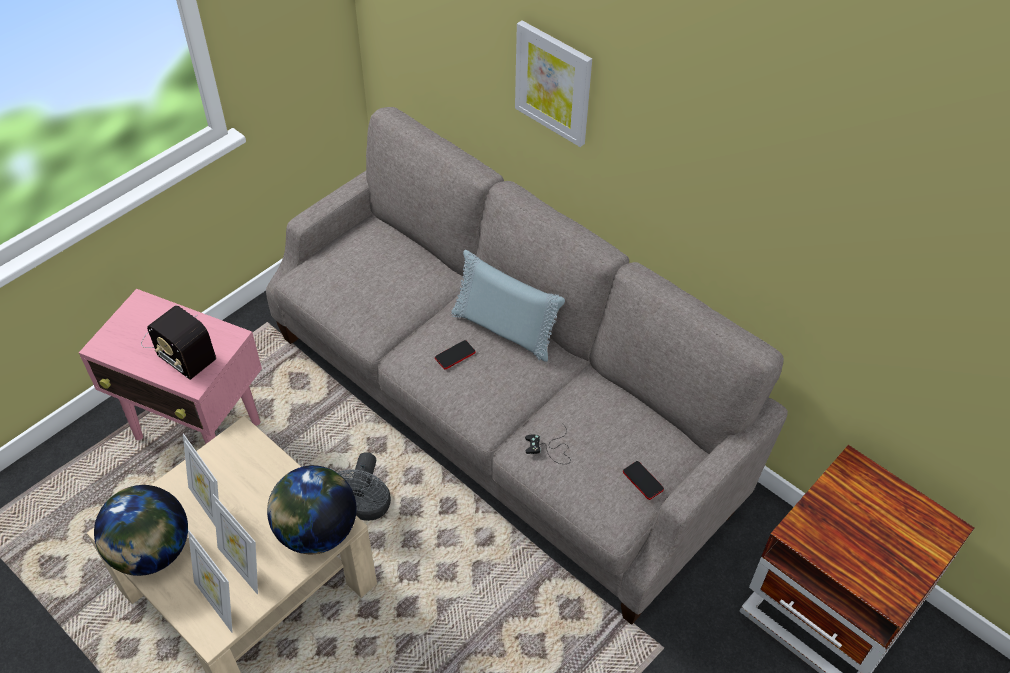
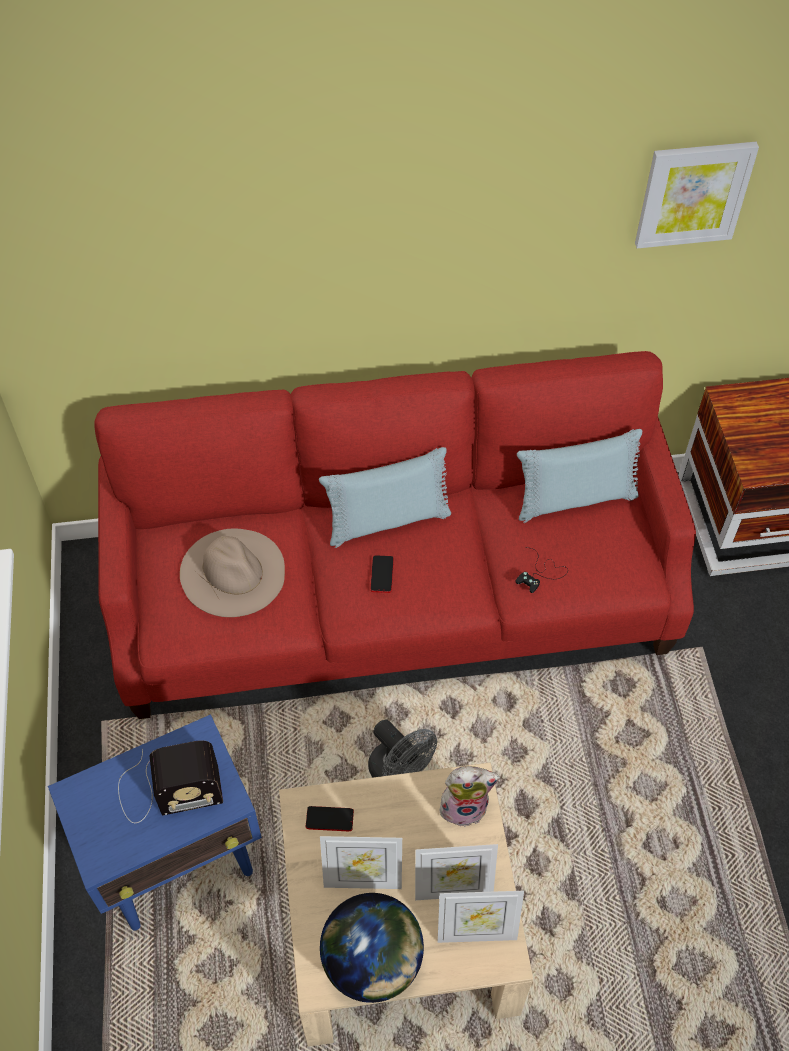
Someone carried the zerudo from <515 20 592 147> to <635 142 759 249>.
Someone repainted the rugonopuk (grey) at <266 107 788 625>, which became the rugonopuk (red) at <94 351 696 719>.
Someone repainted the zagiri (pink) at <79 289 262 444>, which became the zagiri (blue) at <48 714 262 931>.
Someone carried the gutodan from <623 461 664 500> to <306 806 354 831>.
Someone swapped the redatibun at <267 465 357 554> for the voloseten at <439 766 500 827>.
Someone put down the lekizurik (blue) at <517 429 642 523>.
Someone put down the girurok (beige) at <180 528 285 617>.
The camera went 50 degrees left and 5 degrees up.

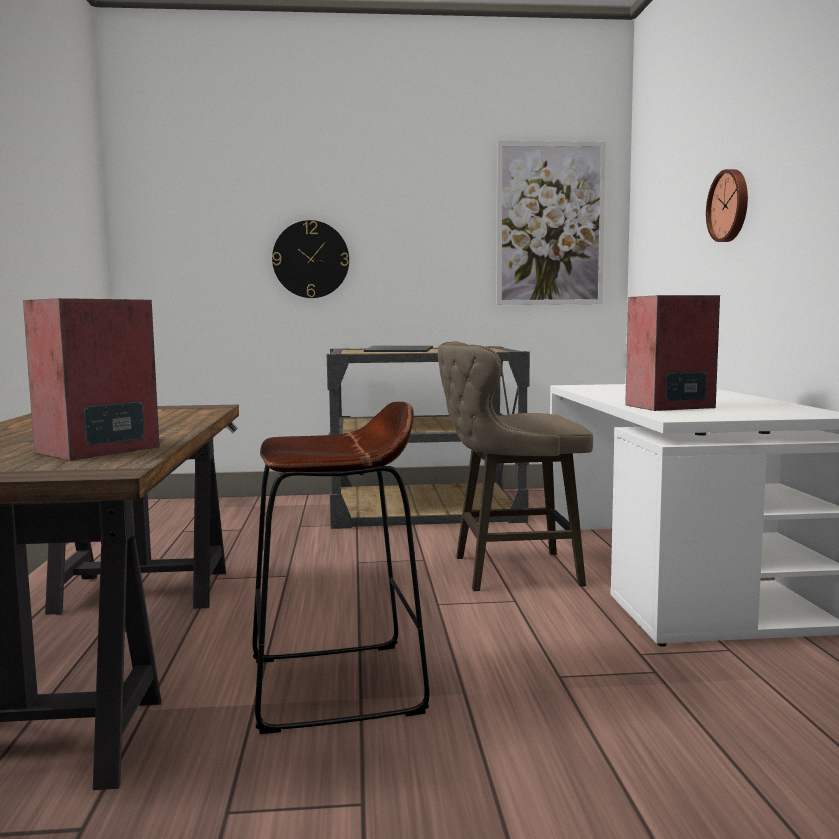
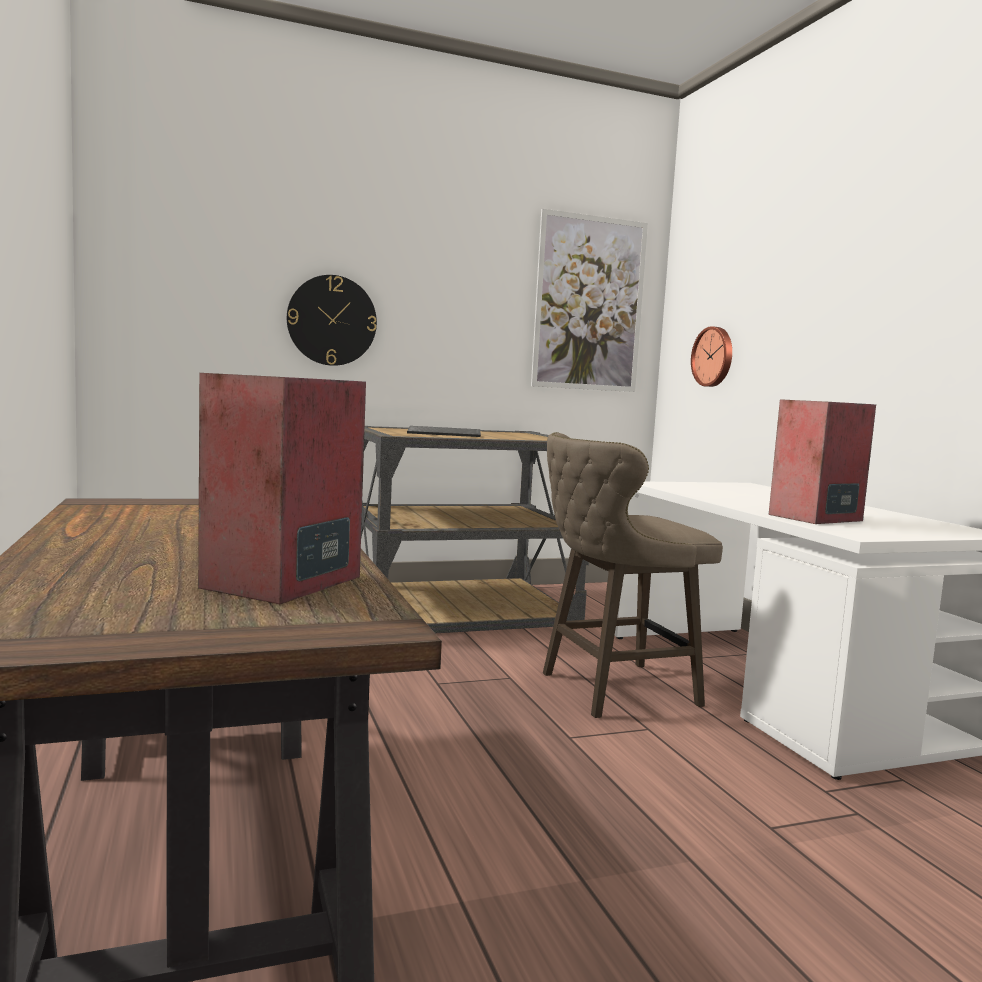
Someone carried the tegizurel from <706 169 748 242> to <691 326 732 387>.
Someone took away the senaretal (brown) at <252 402 430 734>.
The camera went 15 degrees left and 0 degrees up.

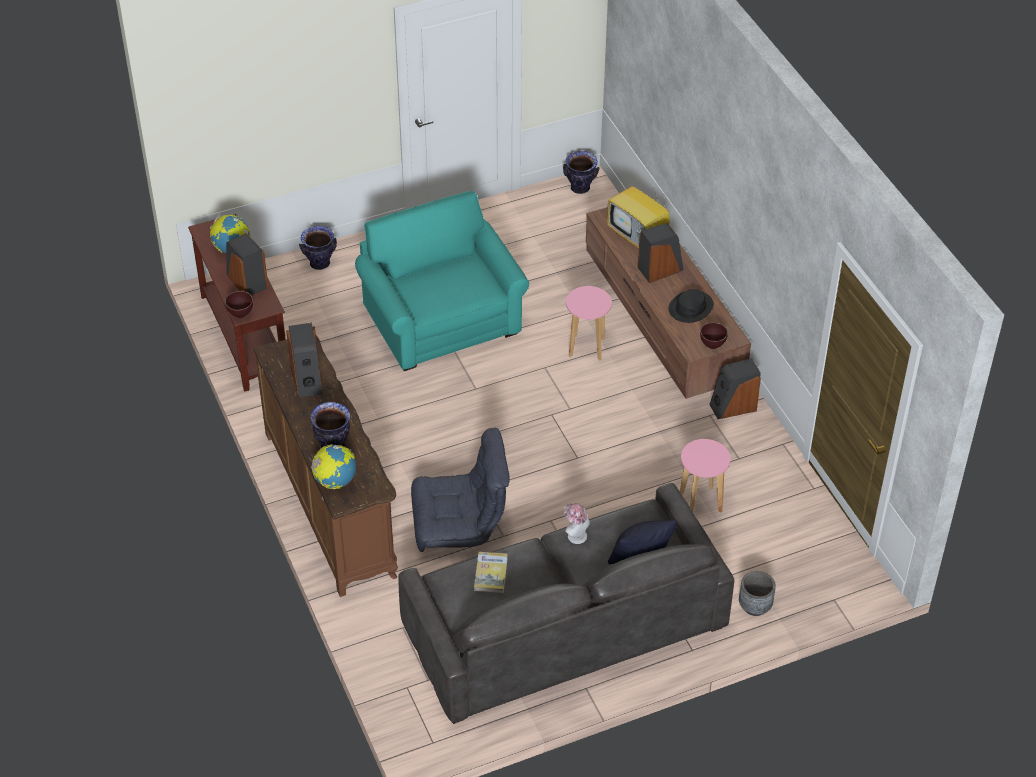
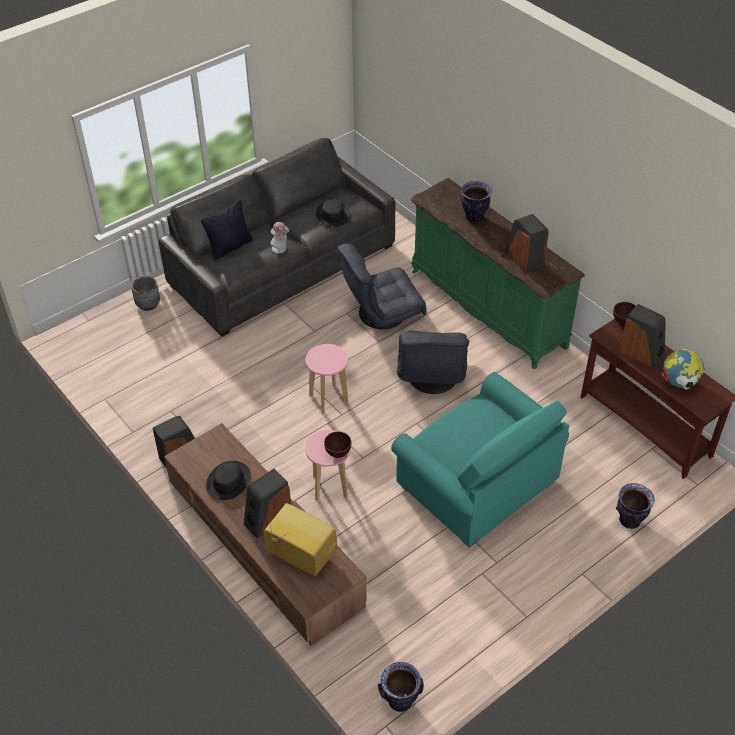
Someone carried the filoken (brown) from <700 322 728 349> to <324 431 351 458>.
Someone repainted the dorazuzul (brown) at <253 335 398 597>, which became the dorazuzul (green) at <411 178 585 369>.
Someone carried the senaretal (pink) from <680 439 731 513> to <305 344 348 414>.
Someone took away the redatibun at <311 445 356 489>.
Someone swapped the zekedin at <474 552 508 593> for the girurok (black) at <316 199 350 227>.
Someone put down the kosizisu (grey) at <397 331 469 394>.
The camera went 165 degrees right and 0 degrees up.

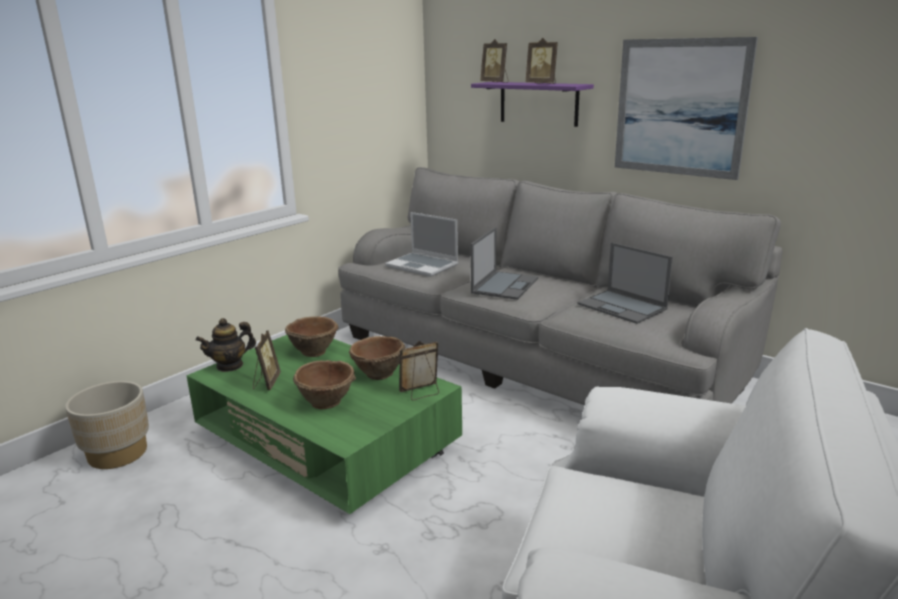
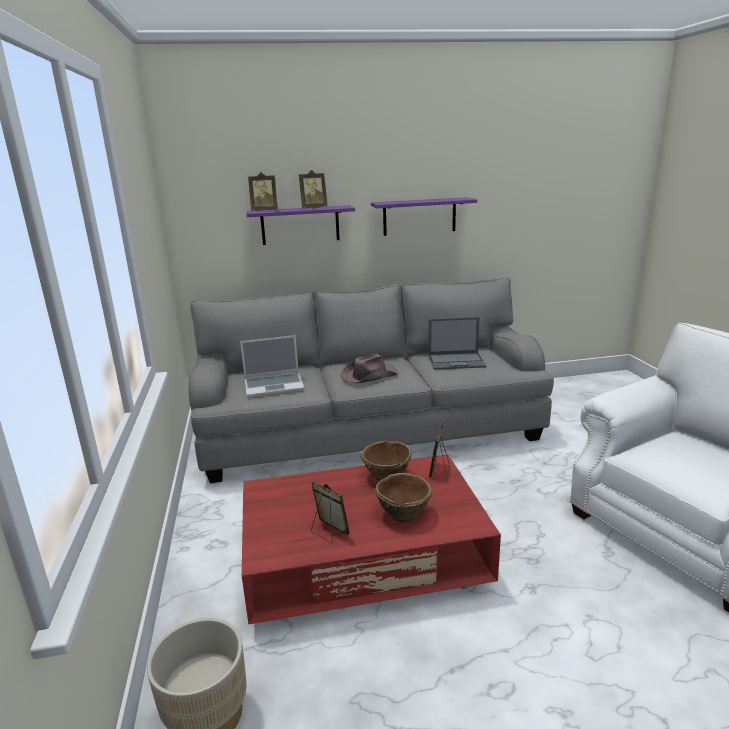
Someone swapped the zerudo at <615 37 758 180> for the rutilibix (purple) at <371 197 477 236>.
Someone swapped the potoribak at <471 227 538 300> for the girurok (brown) at <341 354 399 383>.
Someone took away the filoken (brown) at <285 316 339 357>.
Someone took away the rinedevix at <196 318 256 372>.
Someone repainted the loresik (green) at <186 335 462 514>, which became the loresik (red) at <242 454 501 624>.
The camera went 50 degrees left and 0 degrees up.

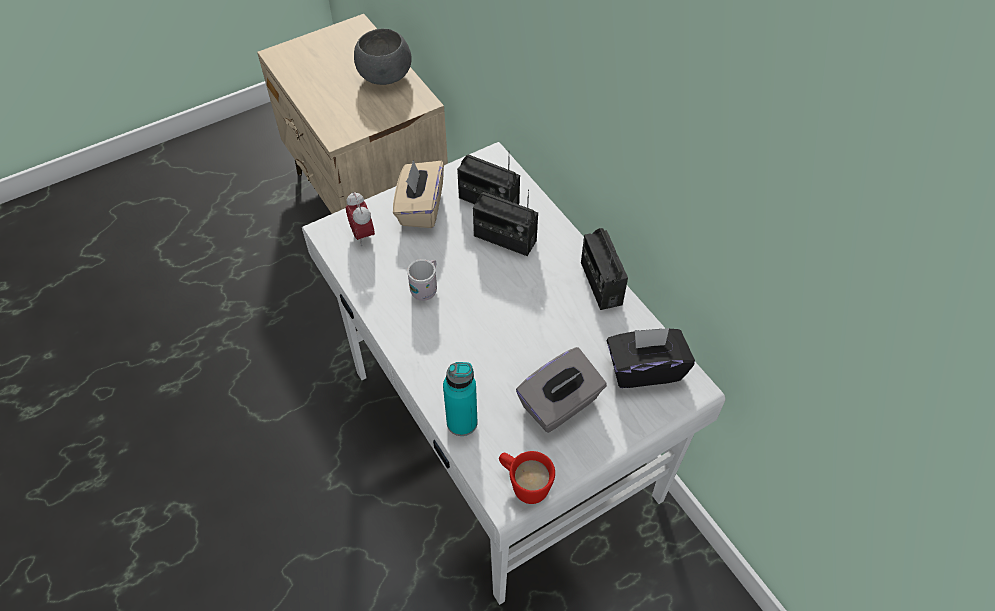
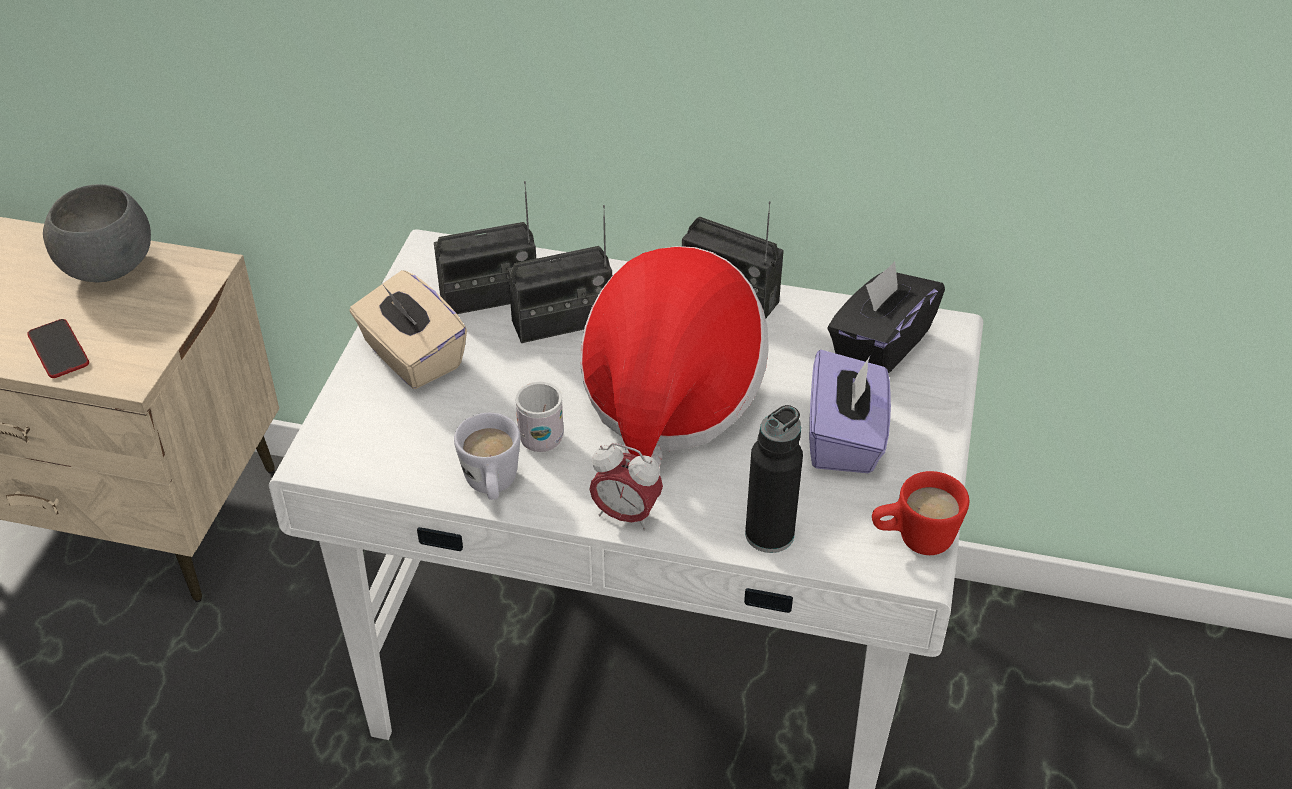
Someone carried the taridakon from <346 192 375 246> to <589 443 663 530>.
Someone repainted the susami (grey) at <516 347 607 433>, which became the susami (purple) at <809 350 891 473>.
Someone repainted the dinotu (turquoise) at <443 362 478 436>, which became the dinotu (black) at <745 405 803 553>.
Someone put down the girurok at <580 246 769 466>.
Someone put down the gutodan at <27 319 89 378>.
Someone put down the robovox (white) at <454 413 520 500>.
The camera went 45 degrees left and 10 degrees down.

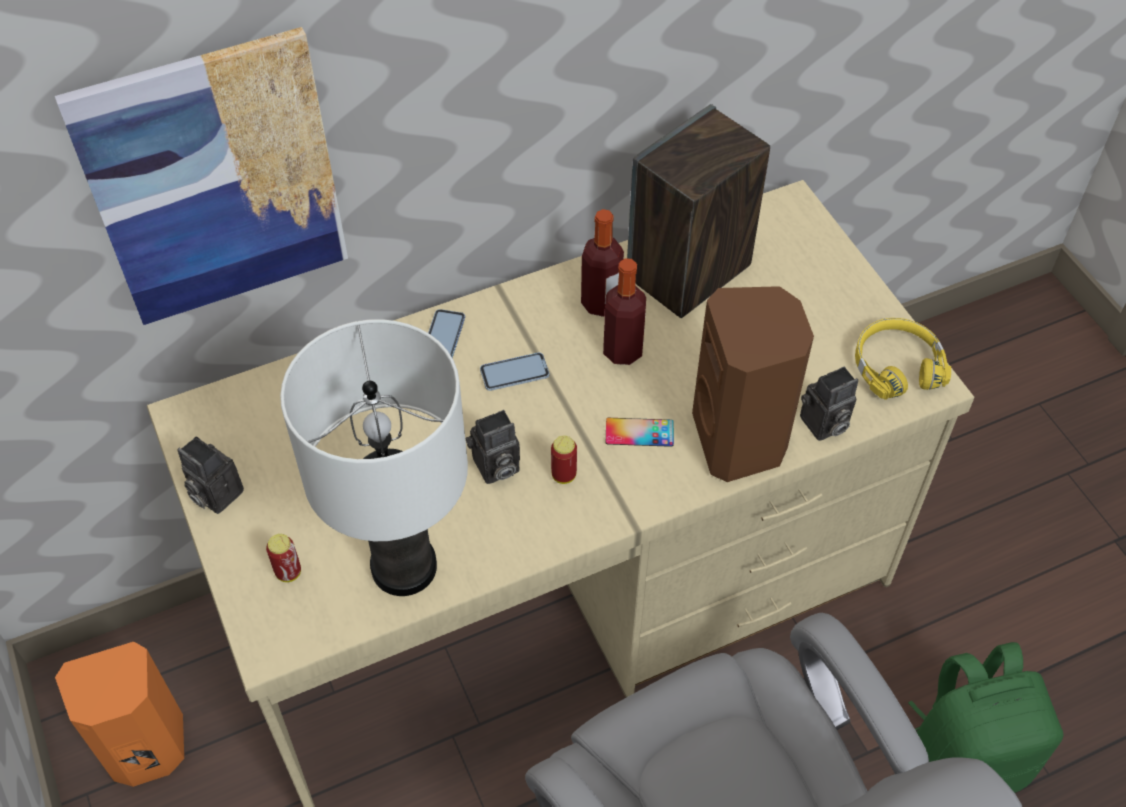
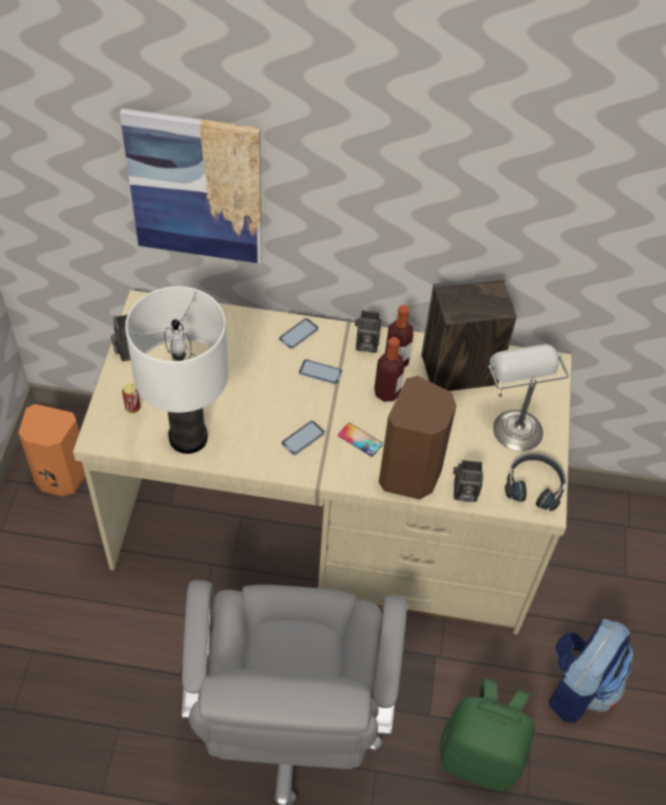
Someone repainted the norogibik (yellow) at <855 318 951 400>, which became the norogibik (black) at <505 453 566 511>.
Someone carried the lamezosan from <465 410 520 484> to <355 310 381 353>.
Someone swapped the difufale at <551 436 577 484> for the gutodan at <281 421 325 455>.
Someone put down the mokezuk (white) at <488 344 569 451>.
Someone put down the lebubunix at <549 618 634 723>.
The camera went 30 degrees right and 0 degrees up.

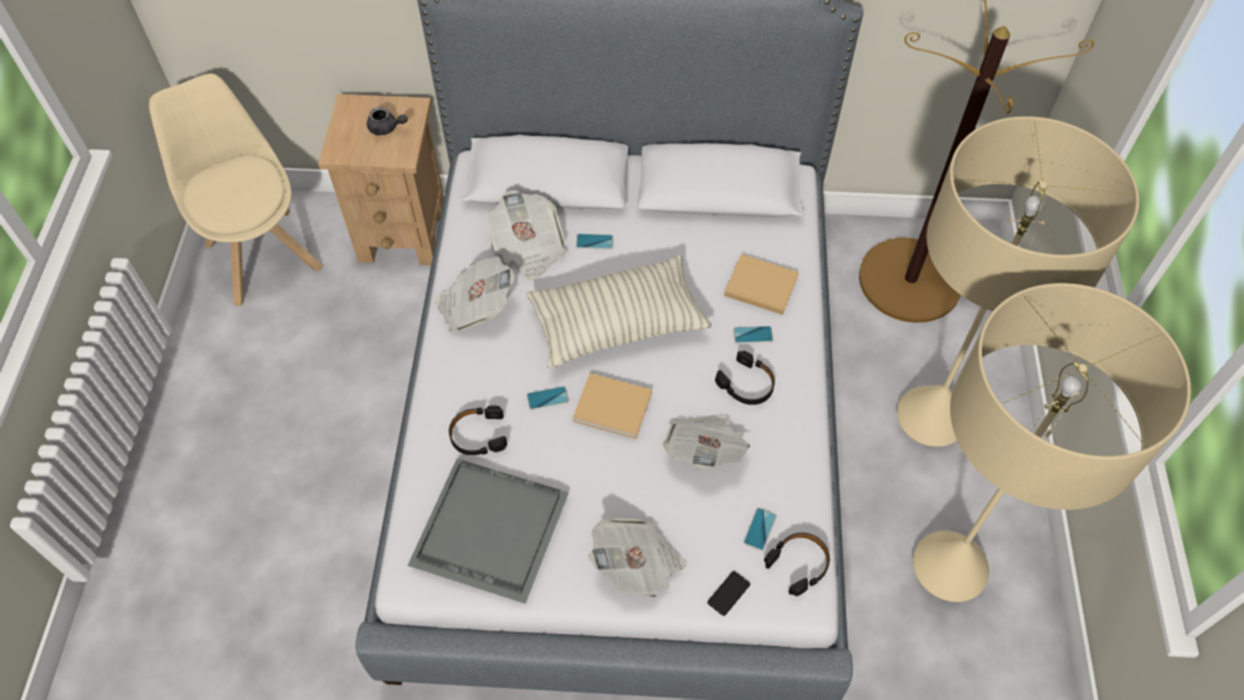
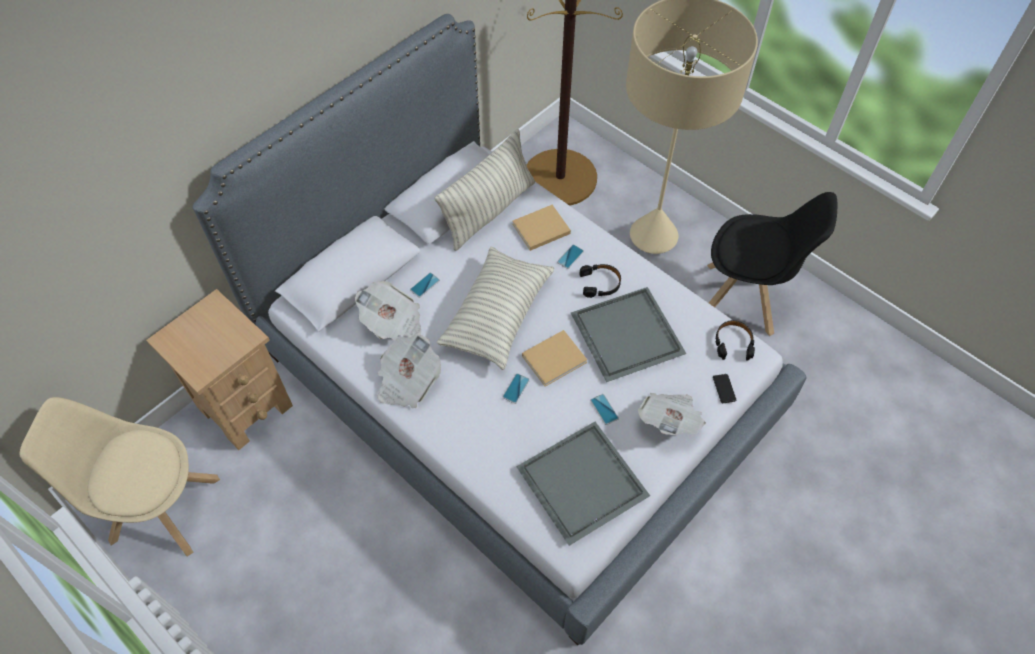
Someone took away the rinedevix (grey) at <367 107 407 136>.
Someone swapped the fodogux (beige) at <913 283 1191 602> for the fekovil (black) at <707 192 837 336>.
Someone took away the norogibik (black) at <449 405 507 455>.
Someone swapped the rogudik at <663 413 750 469> for the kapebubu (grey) at <571 287 687 382>.
Someone carried the gutodan from <743 508 777 551> to <590 394 619 425>.
Someone put down the lekizurik at <434 129 535 251>.
The camera went 50 degrees left and 0 degrees up.

